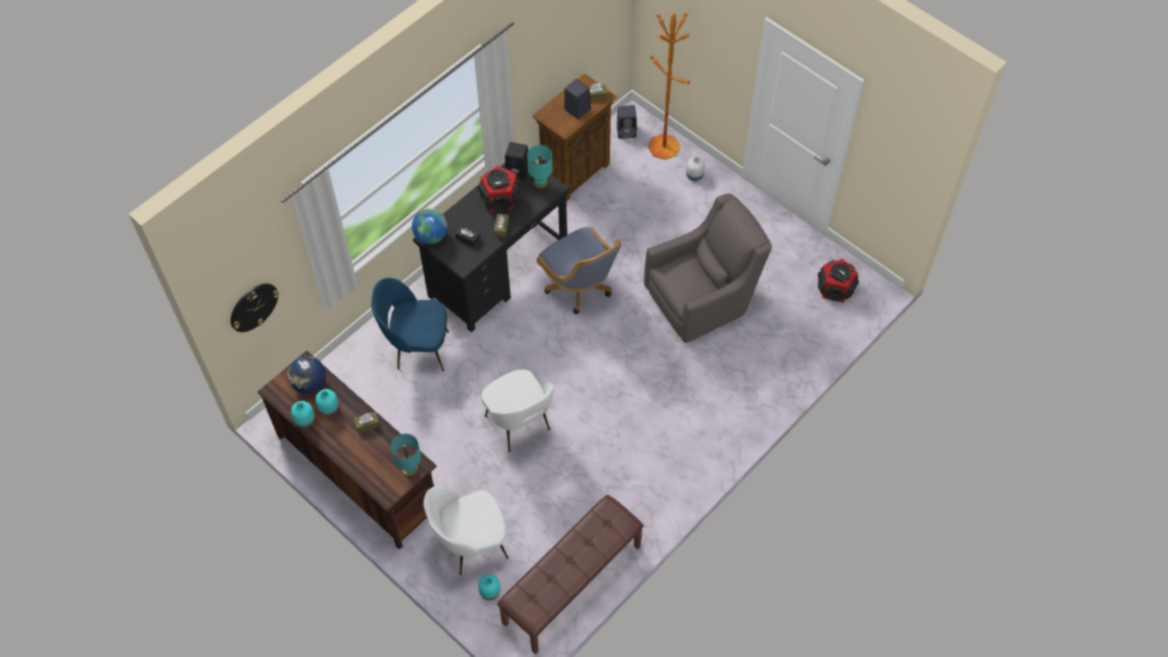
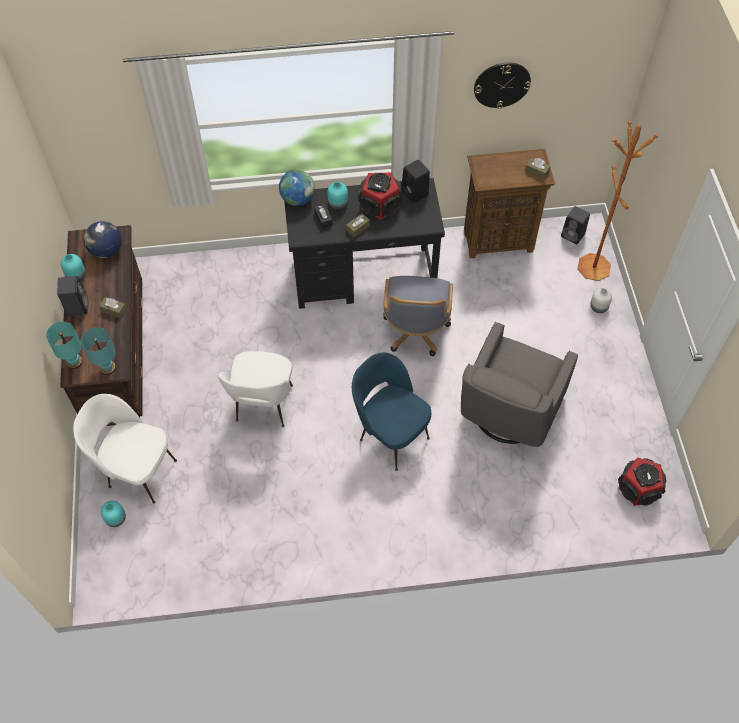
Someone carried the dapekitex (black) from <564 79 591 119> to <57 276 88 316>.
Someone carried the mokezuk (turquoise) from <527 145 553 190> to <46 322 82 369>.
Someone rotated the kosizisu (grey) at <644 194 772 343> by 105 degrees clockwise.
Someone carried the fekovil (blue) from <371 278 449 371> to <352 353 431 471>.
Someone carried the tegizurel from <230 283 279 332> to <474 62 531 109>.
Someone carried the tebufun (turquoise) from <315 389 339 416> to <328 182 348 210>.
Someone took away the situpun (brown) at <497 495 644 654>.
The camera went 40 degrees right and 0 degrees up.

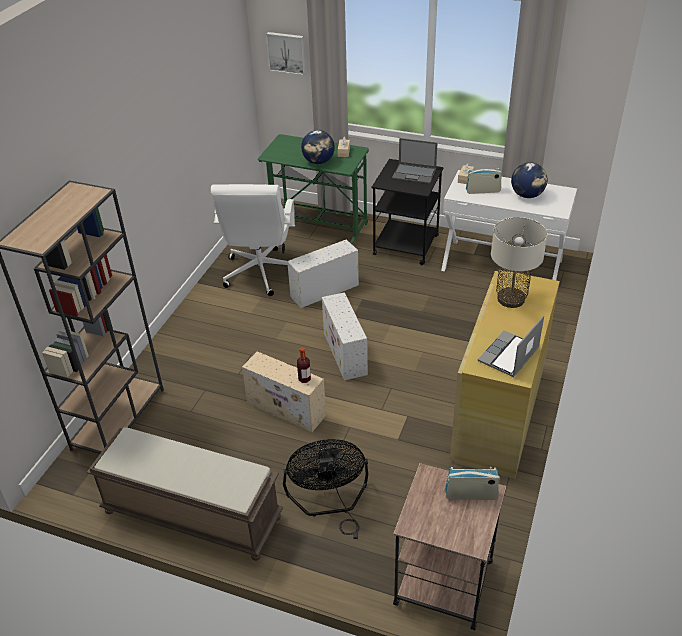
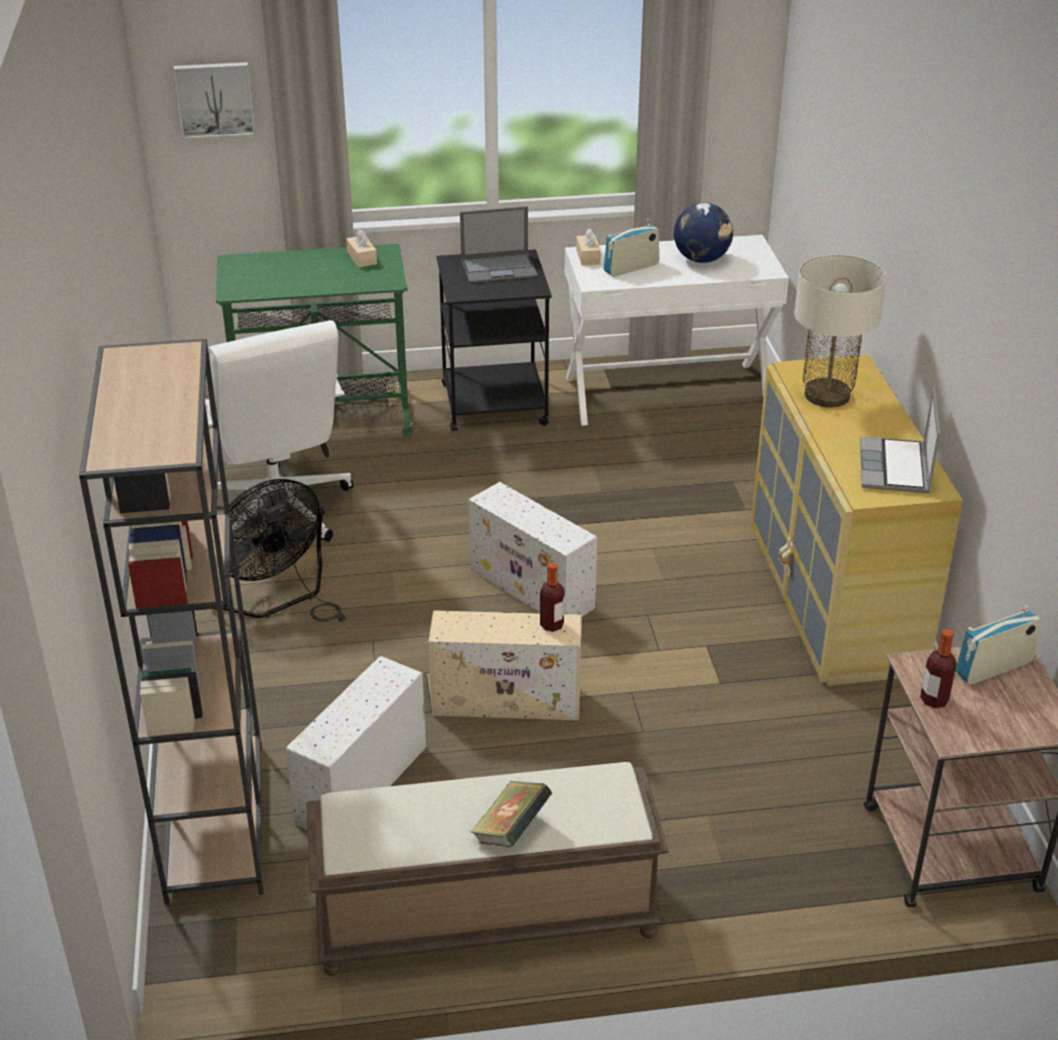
Someone took away the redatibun at <301 130 335 164>.
Someone carried the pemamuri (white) from <287 240 359 308> to <286 656 426 831>.
Someone carried the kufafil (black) from <283 439 368 539> to <215 479 346 622>.
Someone put down the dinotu at <920 629 957 708>.
Someone put down the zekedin at <471 781 552 847>.
The camera went 30 degrees left and 5 degrees down.

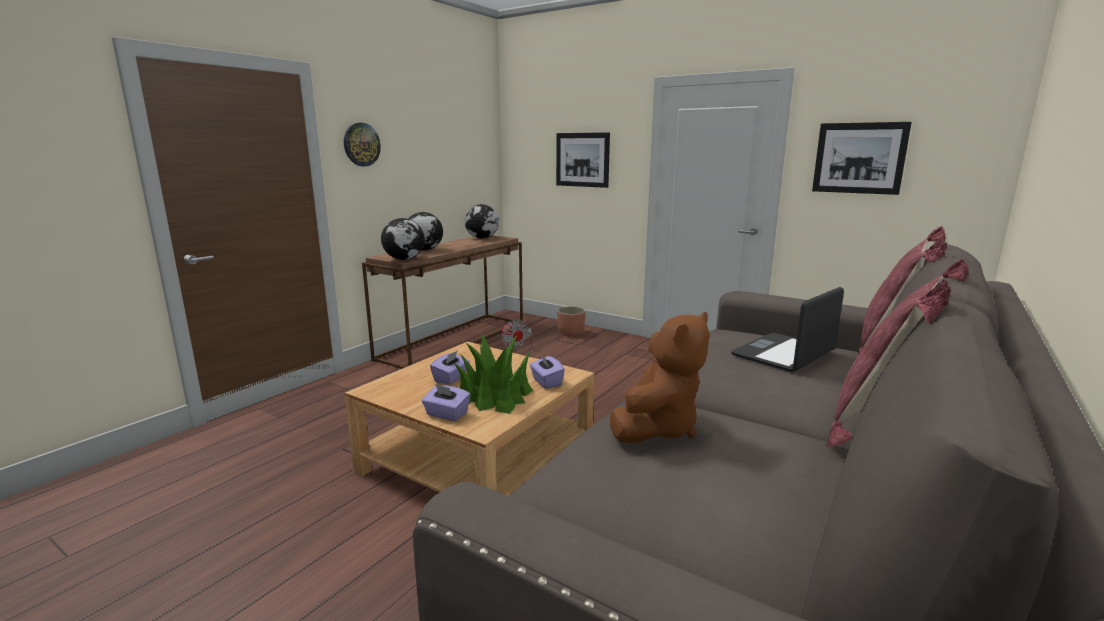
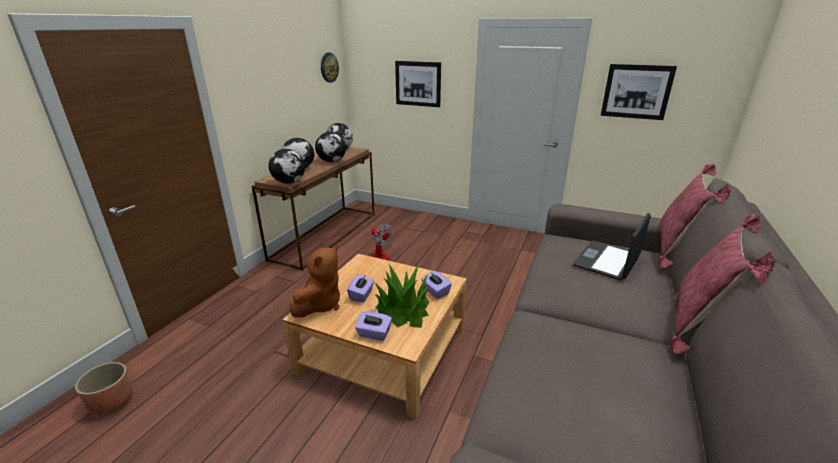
Someone carried the tegizurel from <344 123 381 166> to <321 52 339 83>.
Someone carried the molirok from <557 306 585 336> to <75 362 133 416>.
Someone carried the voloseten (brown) from <610 312 710 444> to <290 245 340 318>.
Someone put down the redatibun at <315 132 346 162>.
The camera went 10 degrees left and 10 degrees up.

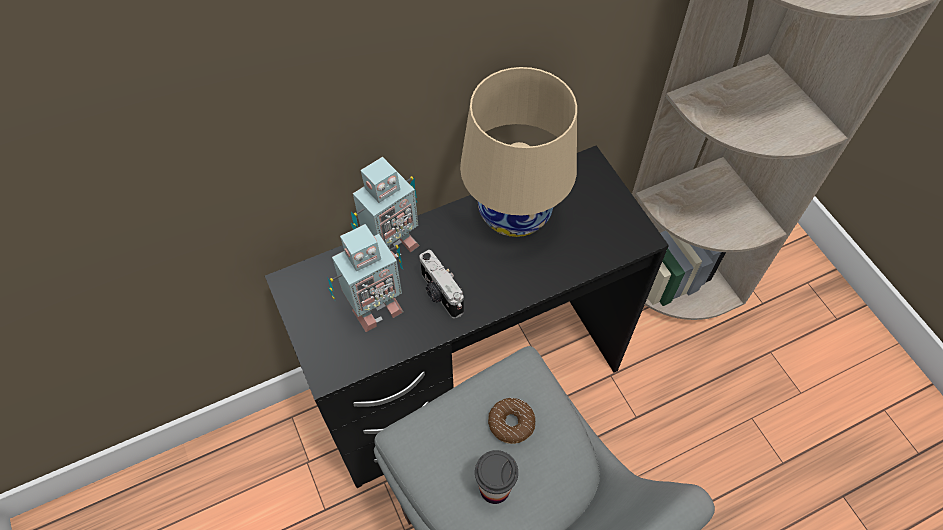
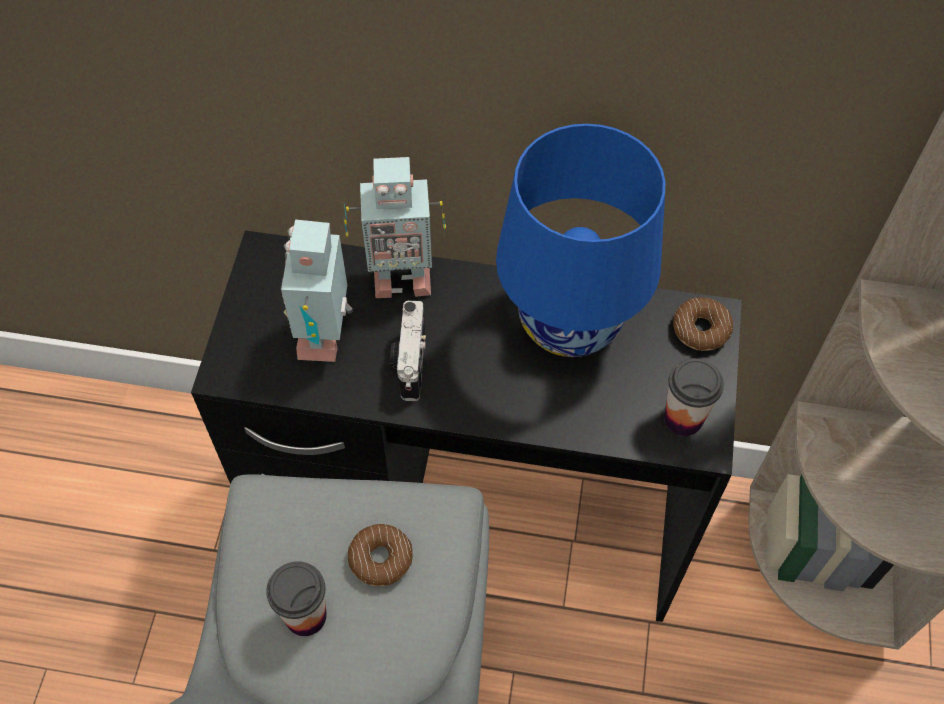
Someone repainted the mokezuk (beige) at <460 67 577 237>, which became the mokezuk (blue) at <496 124 665 357>.
Someone rotated the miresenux at <327 224 404 332> by 90 degrees clockwise.
Someone put down the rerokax at <673 297 733 351>.
Someone put down the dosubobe at <664 358 724 436>.
The camera went 35 degrees right and 0 degrees up.

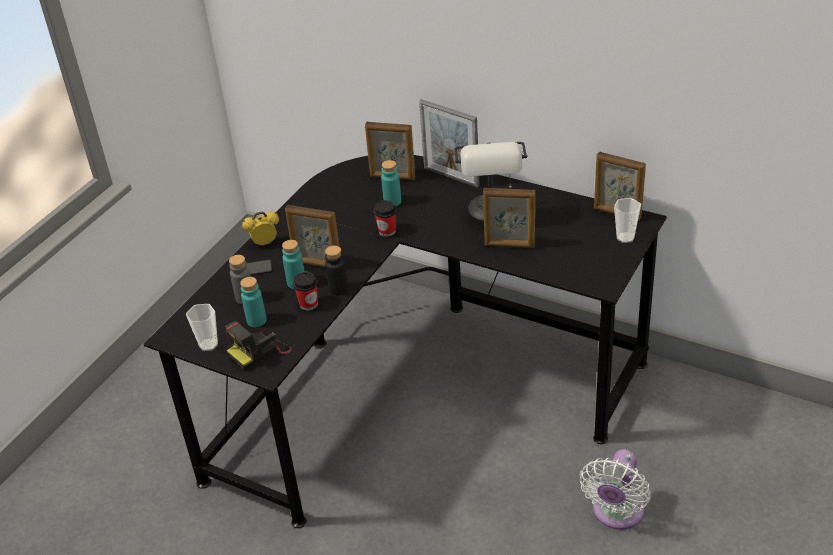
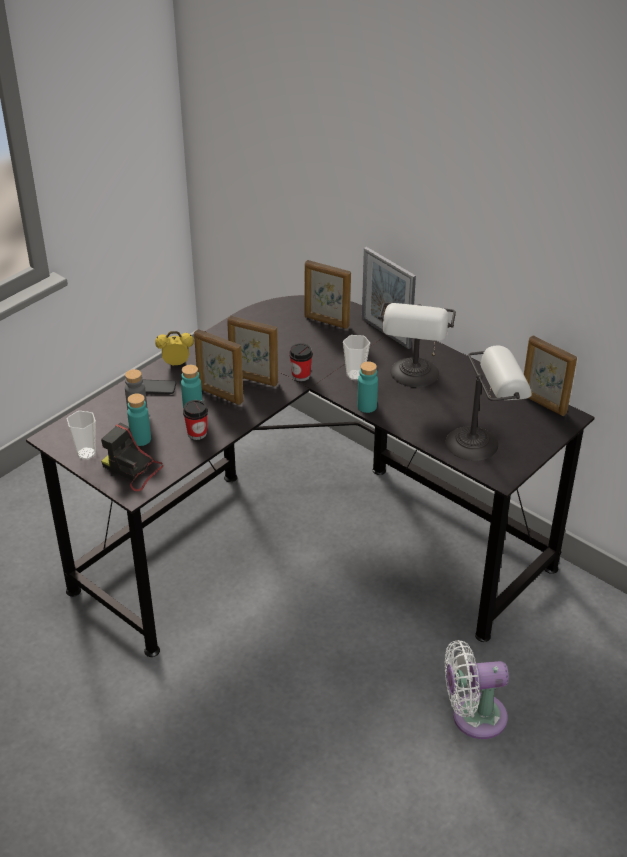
Someone carried the dinotu (turquoise) from <381 160 401 207> to <357 361 378 413>.
Someone carried the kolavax from <483 188 535 248> to <227 316 278 387>.
Someone carried the dosubobe from <614 198 641 243> to <343 335 370 380>.
Someone took away the dinotu (black) at <325 246 348 295>.
Someone rotated the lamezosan at <225 321 292 370> by 60 degrees clockwise.
Someone rotated the kufafil (white) at <579 449 650 530> by 45 degrees clockwise.
Someone put down the mokezuk at <446 346 532 461>.
The camera went 10 degrees right and 0 degrees up.

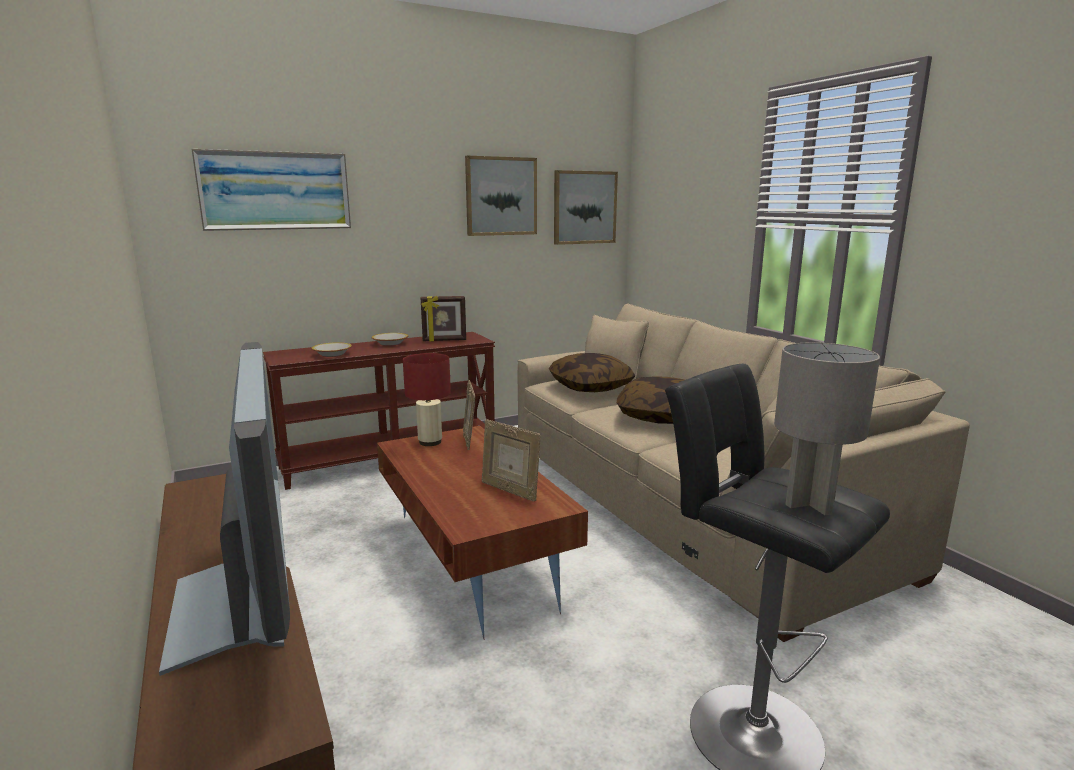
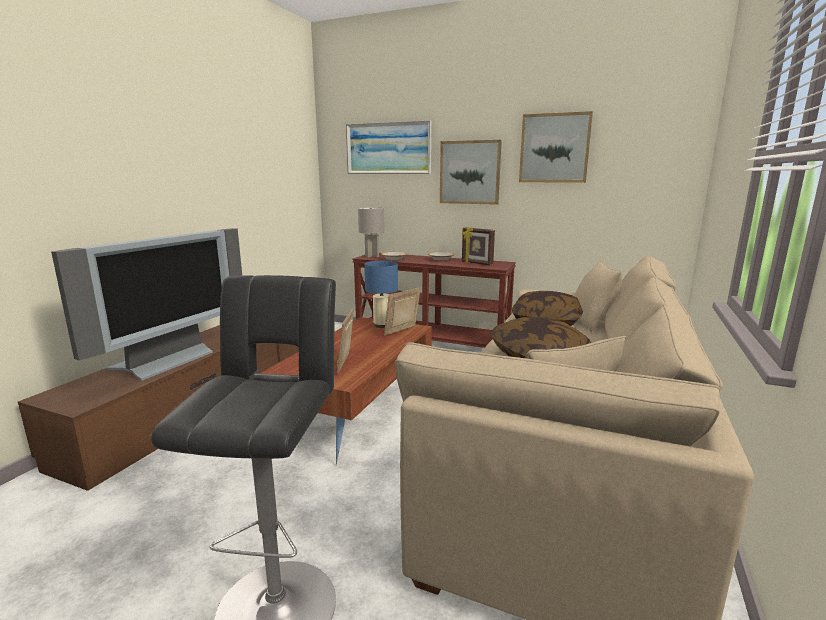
Someone carried the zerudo from <554 170 618 245> to <440 140 502 205>.
Someone carried the mokezuk (grey) from <774 342 880 515> to <358 207 384 257>.
Someone repainted the mokezuk (red) at <403 353 451 446>, which became the mokezuk (blue) at <364 261 398 328>.
The camera went 50 degrees right and 0 degrees up.

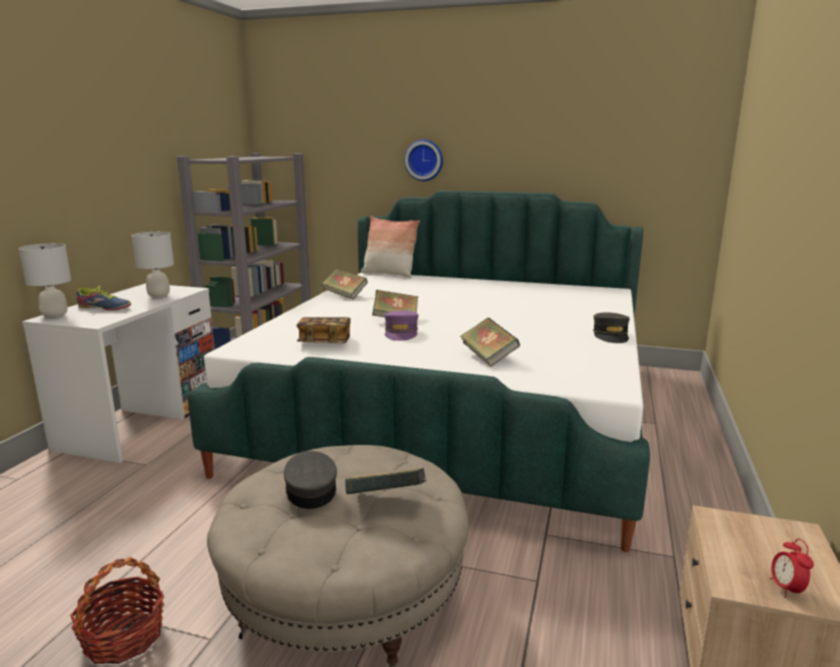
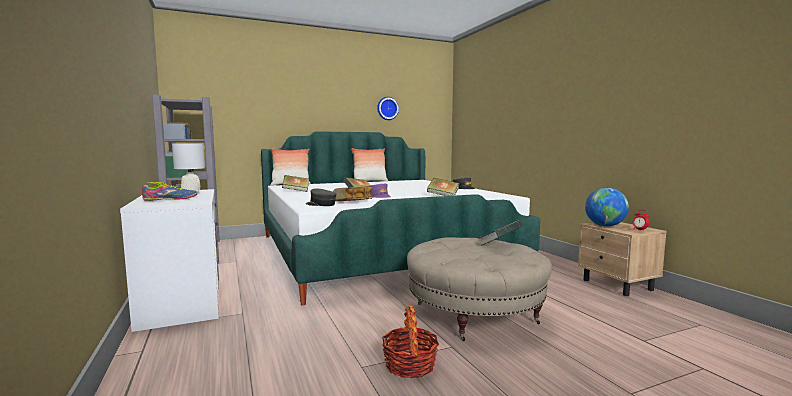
Someone carried the tegizurel from <404 139 443 181> to <377 97 399 120>.
Someone took away the mokezuk (grey) at <19 243 71 318>.
Someone carried the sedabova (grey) from <283 451 337 509> to <306 189 337 206>.
Someone put down the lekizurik at <351 148 388 181>.
Someone put down the redatibun at <585 187 629 227>.
The camera went 40 degrees left and 10 degrees down.

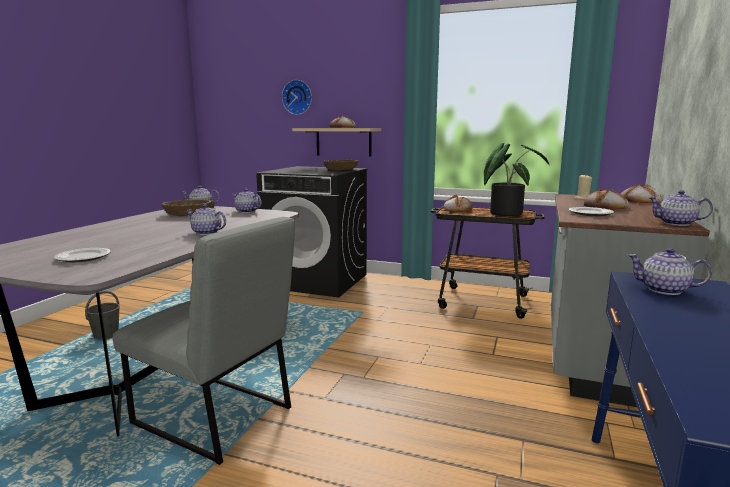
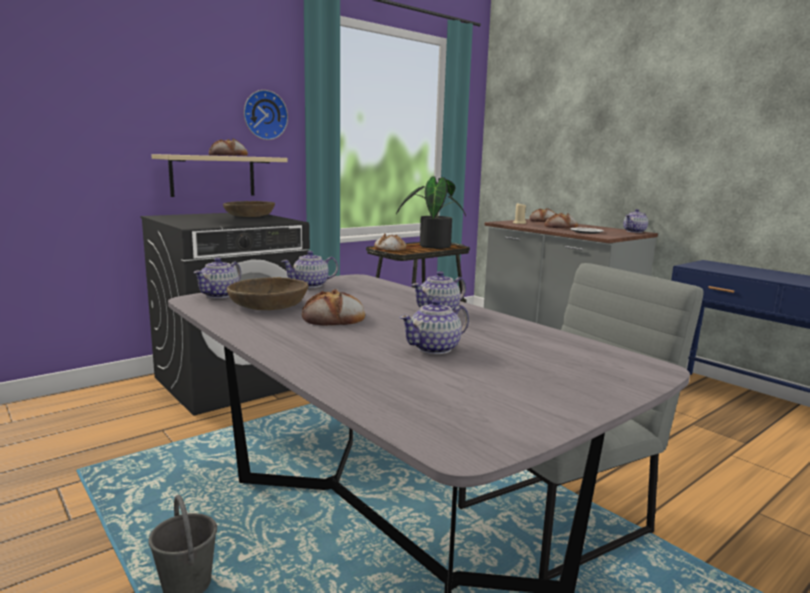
Someone carried the tegizurel from <282 80 312 115> to <244 90 288 140>.
Someone took away the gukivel at <54 248 111 262>.
Someone carried the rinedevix from <628 248 712 295> to <399 299 469 354>.
Someone put down the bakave at <302 289 365 326>.
The camera went 60 degrees left and 0 degrees up.

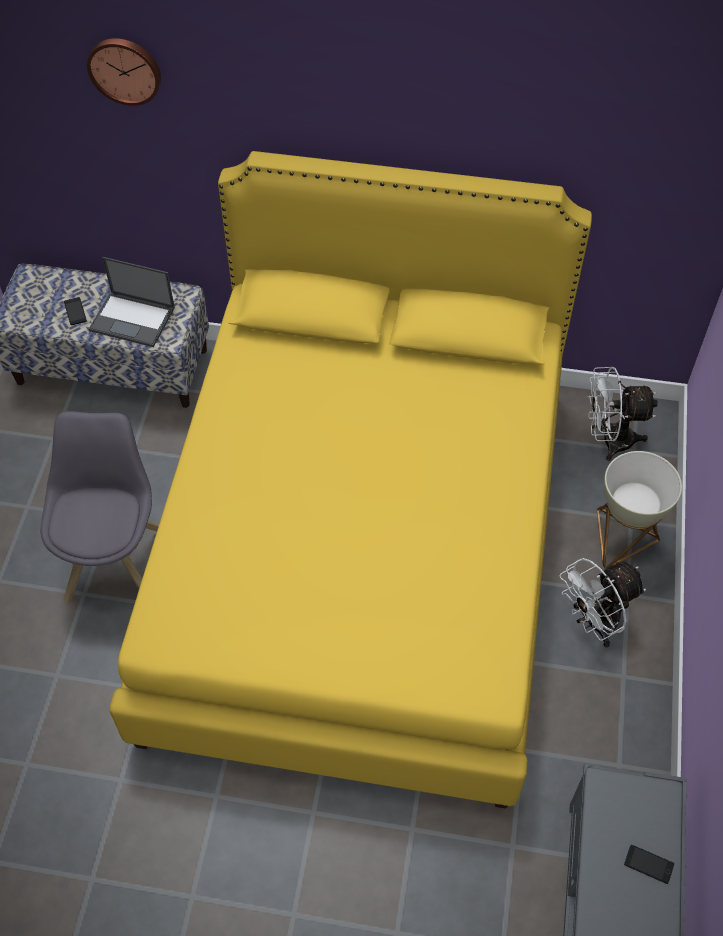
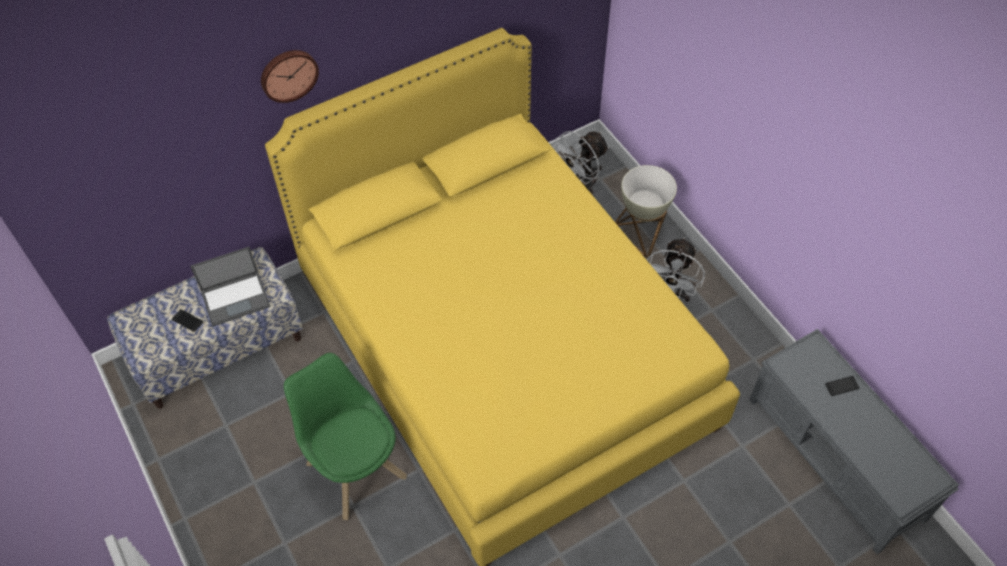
Someone carried the tegizurel from <87 38 161 106> to <261 50 319 103>.
Someone repainted the fekovil (grey) at <40 411 159 603>, which became the fekovil (green) at <284 353 407 520>.
The camera went 40 degrees left and 0 degrees up.

